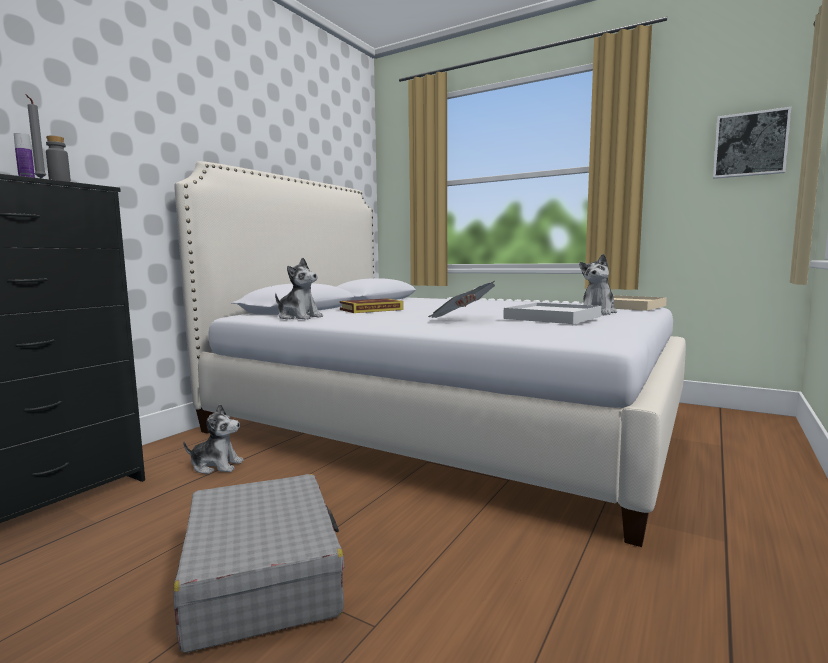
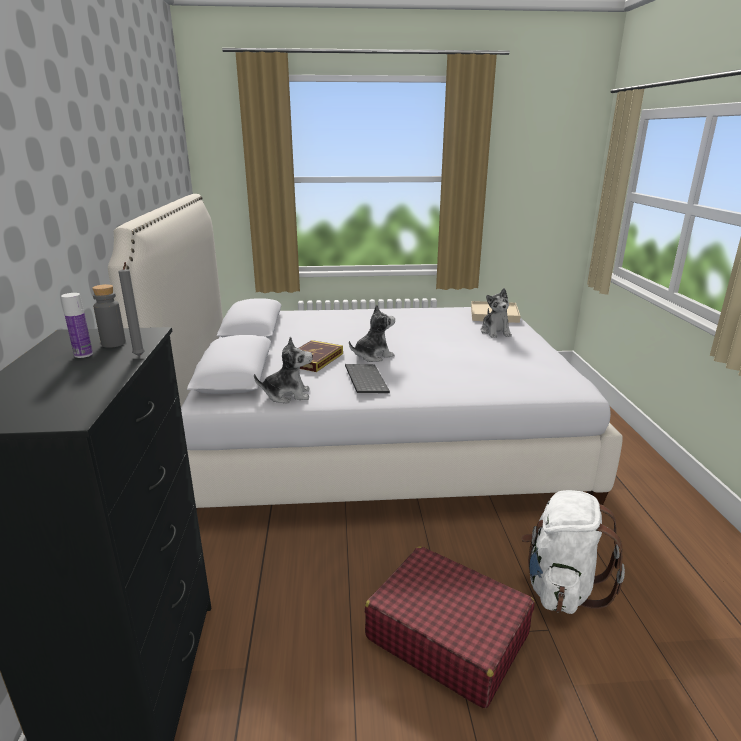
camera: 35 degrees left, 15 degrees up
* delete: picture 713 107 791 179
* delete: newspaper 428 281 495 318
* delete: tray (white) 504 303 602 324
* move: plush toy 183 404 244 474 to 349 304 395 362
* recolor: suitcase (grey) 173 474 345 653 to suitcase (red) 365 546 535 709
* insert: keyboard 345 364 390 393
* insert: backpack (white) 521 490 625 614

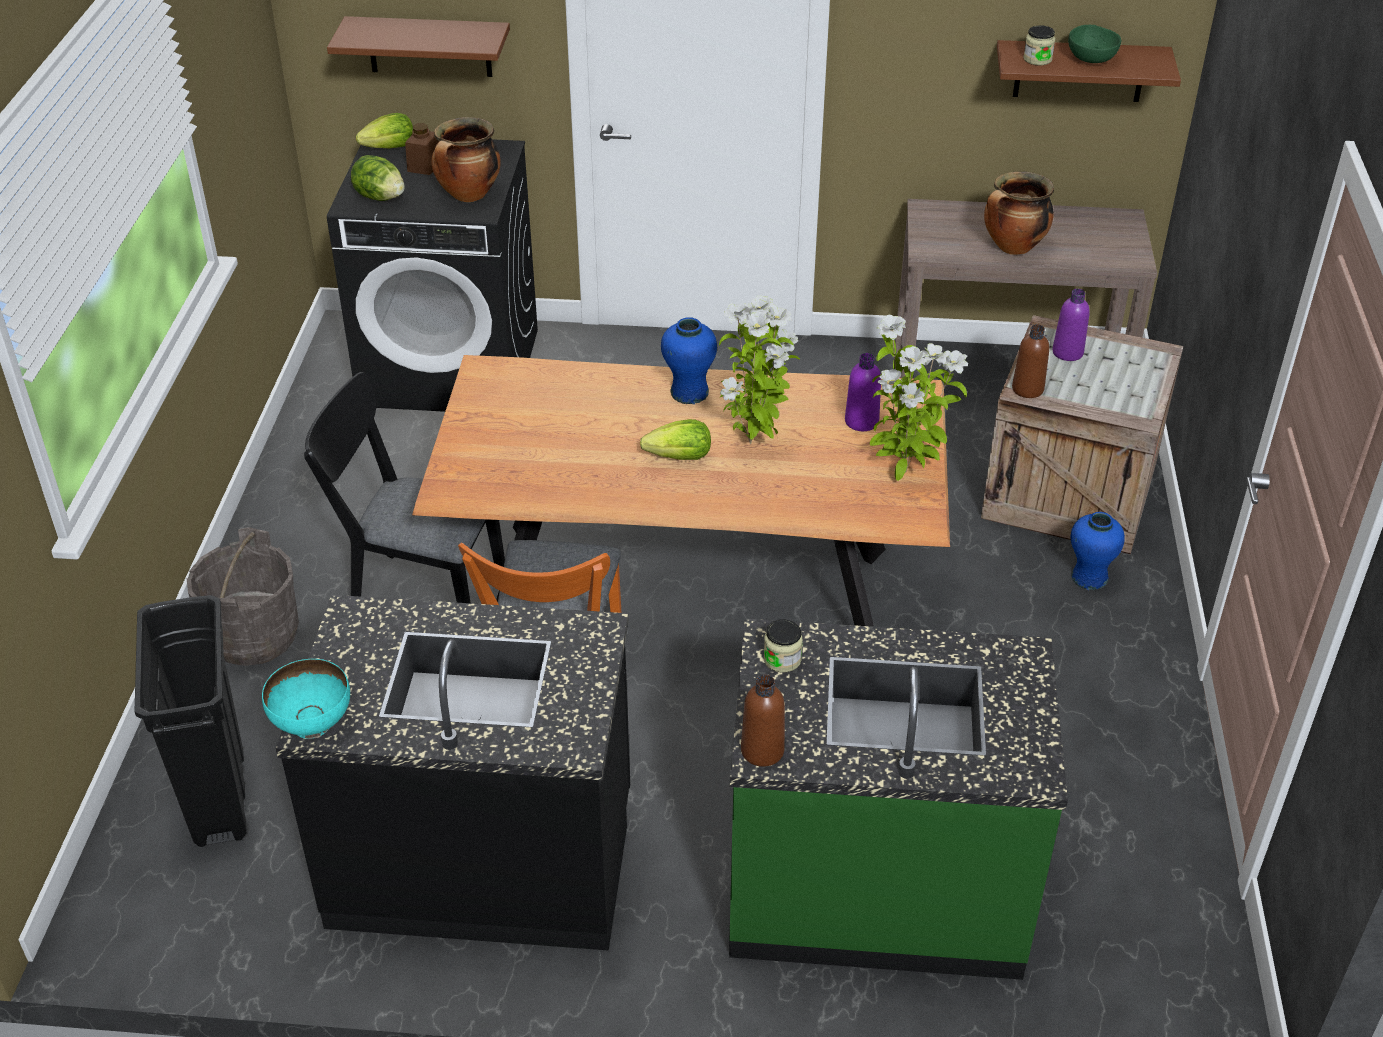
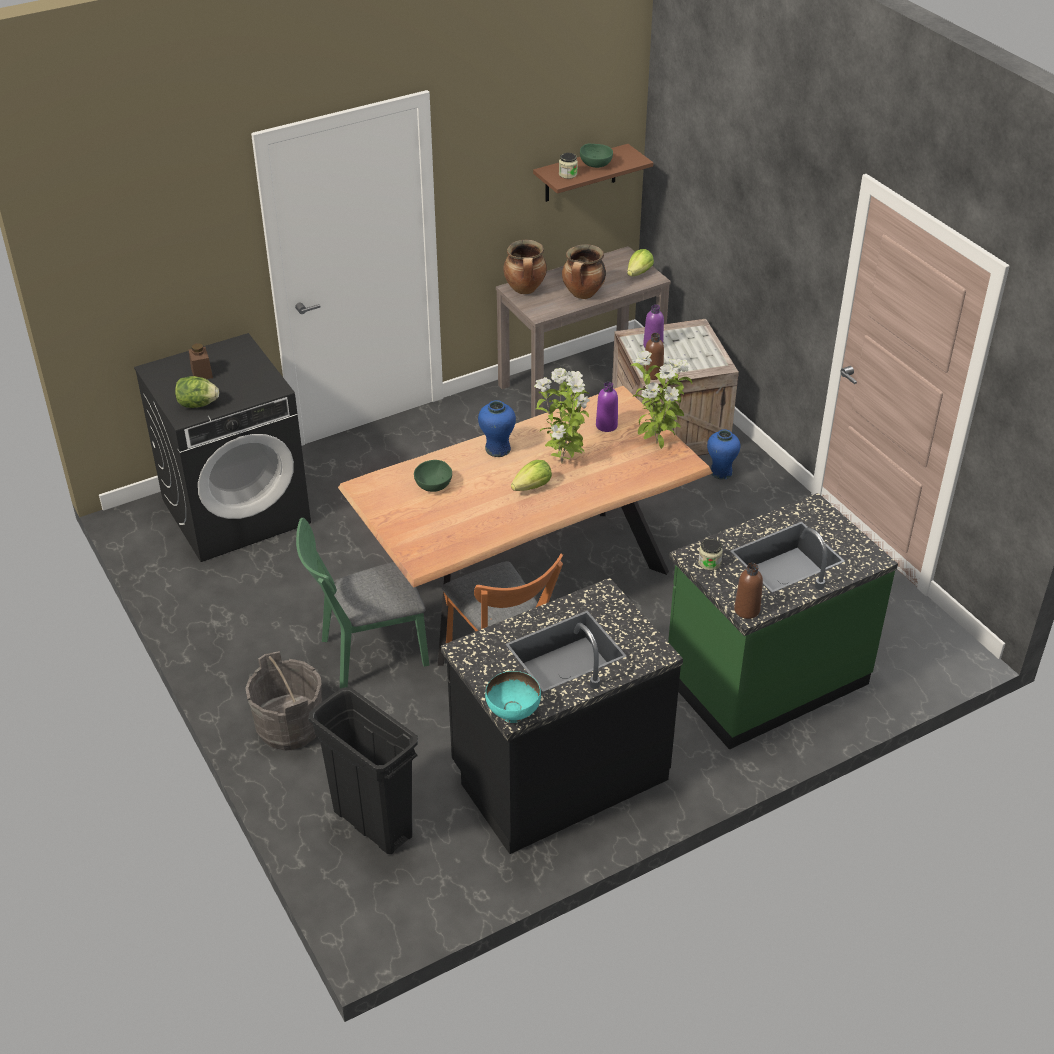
camera: 35 degrees left, 0 degrees up
* delete: shelf (brown) 327 16 510 77
* move: lettuce 356 113 413 148 to 627 249 654 276
* move: cooking pot 431 117 501 202 to 503 240 547 294
* recolor: chair (black) 304 372 505 603 to chair (green) 296 518 429 688
* insert: bowl (green) 414 460 452 492

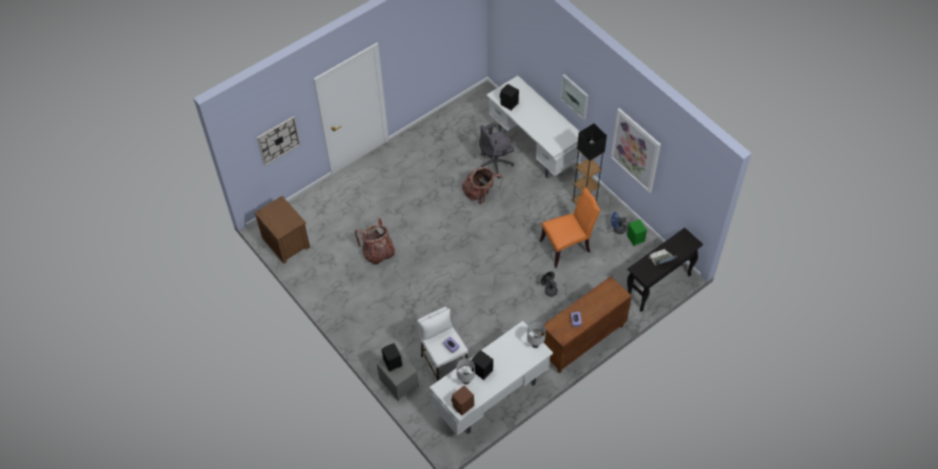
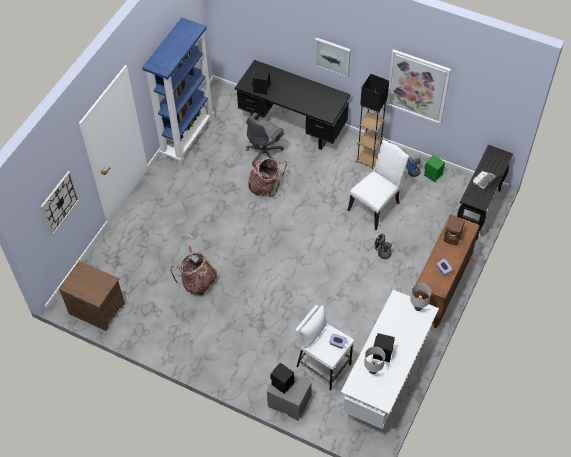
camera: 25 degrees left, 0 degrees up
* recolor: desk (white) 487 76 581 178 to desk (black) 235 60 350 150
* recolor: chair (orange) 540 188 600 268 to chair (white) 347 140 409 230
* move: speaker (brown) 451 385 474 415 to 443 216 465 246
* insert: bookcase (blue) 142 17 214 165

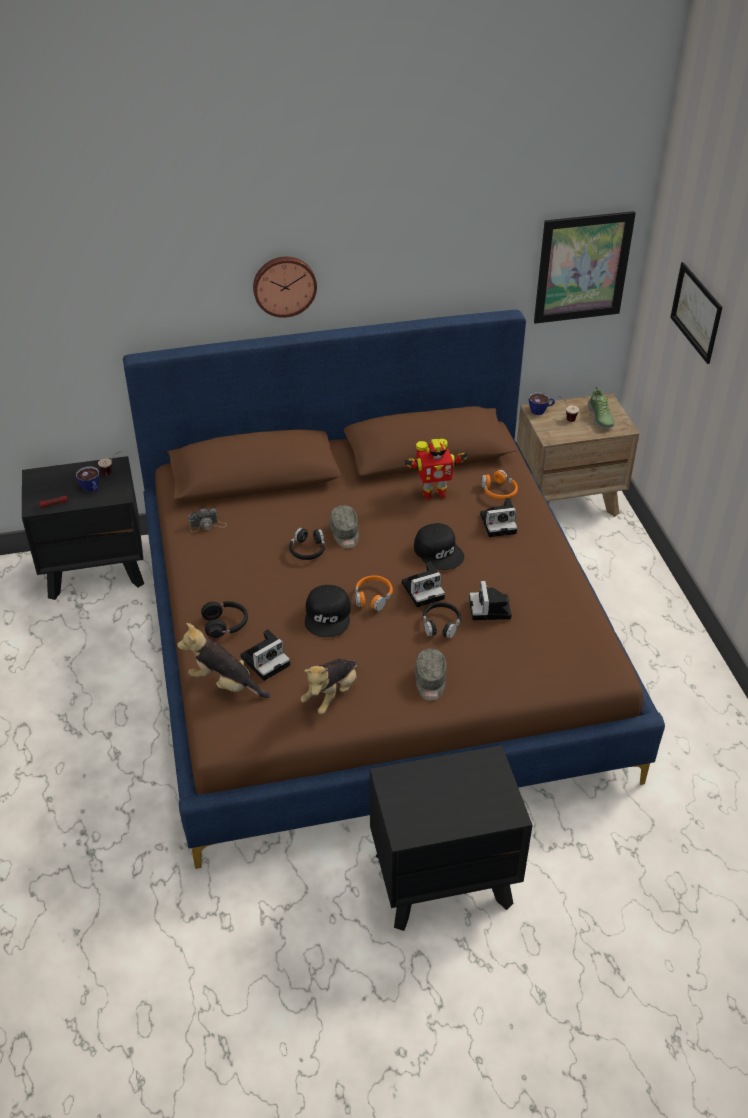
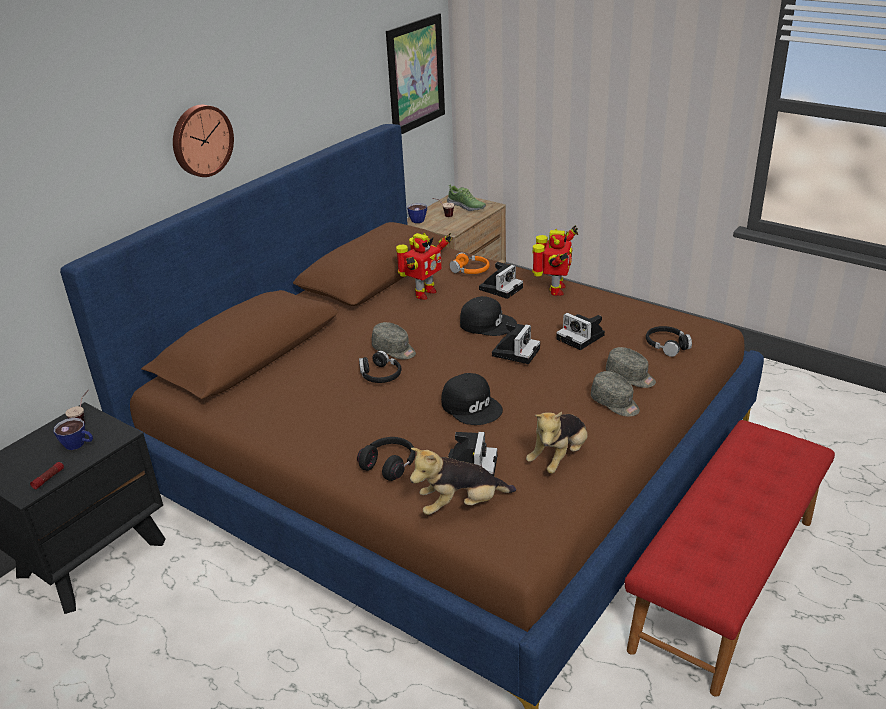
camera: 40 degrees left, 10 degrees down
* delete: picture 670 262 722 364
* delete: photo camera 188 508 227 532
* delete: headphones (orange) 355 575 393 611
* move: headphones (black) 423 602 461 638 to 646 326 692 357
* rotate: plush toy 301 659 358 715 = 526 412 588 474 45 degrees clockwise
* replace: nightstand (black) 370 745 532 931 to bench (red) 625 420 835 697
* insert: toy robot 532 225 579 296
* insert: cap (grey) 606 347 656 388

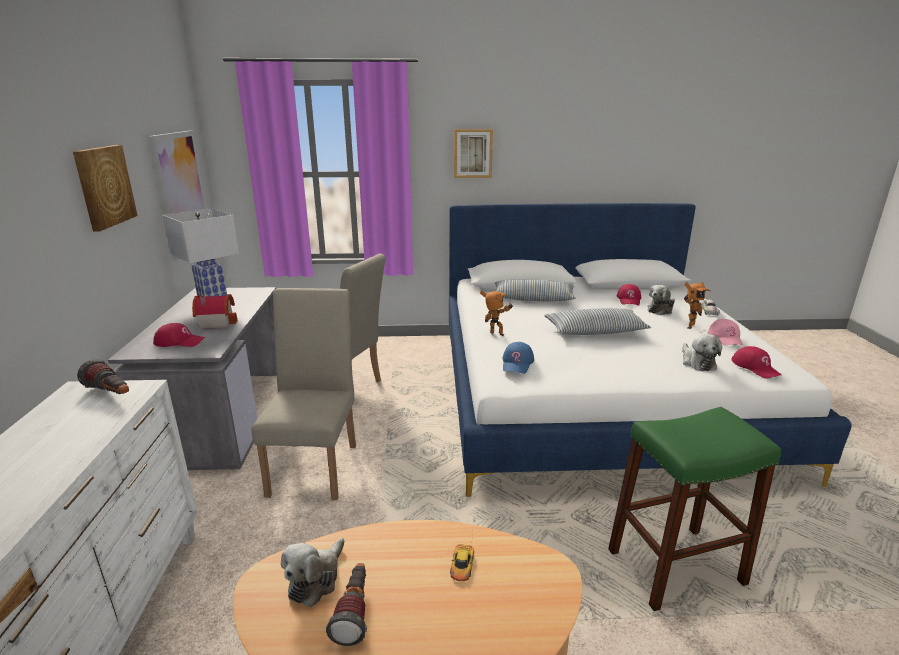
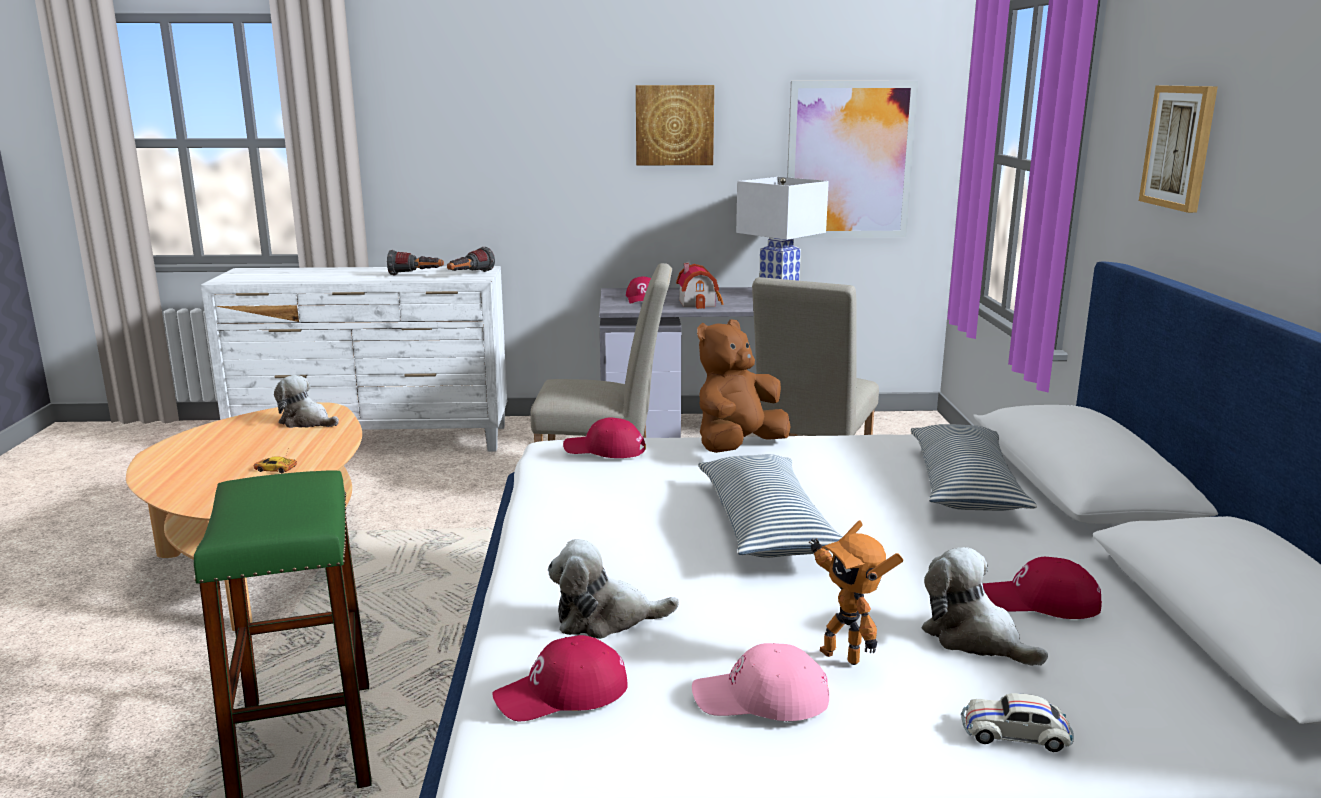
camera: 90 degrees right, 5 degrees down
* replace: toy robot 480 291 513 336 to plush toy (brown) 697 319 790 453
* recolor: cap (blue) 503 342 534 374 to cap (red) 563 417 646 458
* move: flashlight 326 563 367 646 to 387 250 444 276

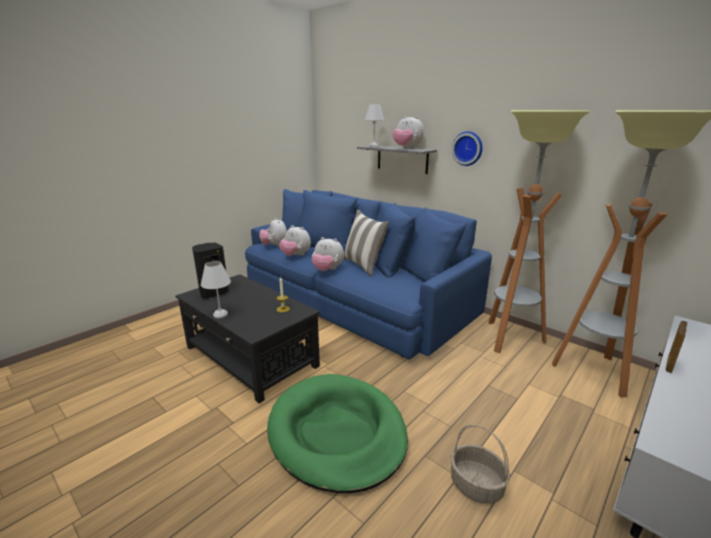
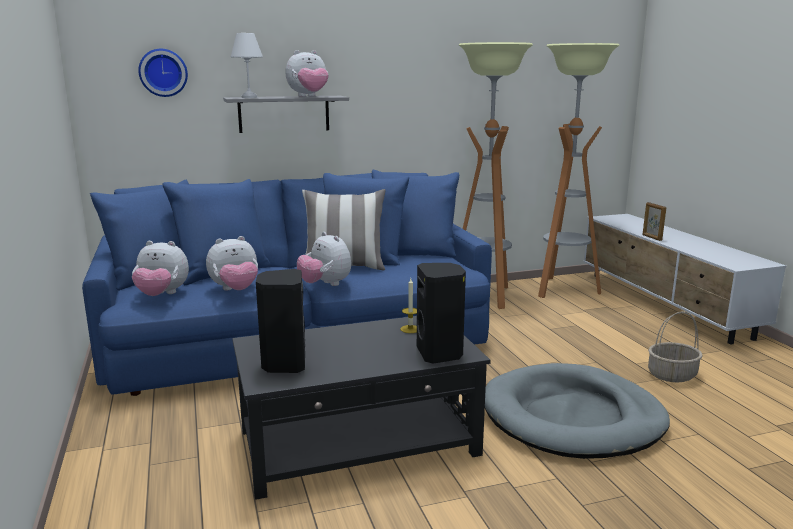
camera: 60 degrees left, 5 degrees down
* move: wall clock 452 131 483 166 to 138 49 188 97
* rotate: plush toy 312 237 344 271 = 297 232 351 286 90 degrees clockwise
* delete: table lamp (white) 201 261 231 318
* recolor: dog bed (green) 267 374 408 493 to dog bed (grey) 485 363 670 459
* insert: speaker (black) 417 263 466 364

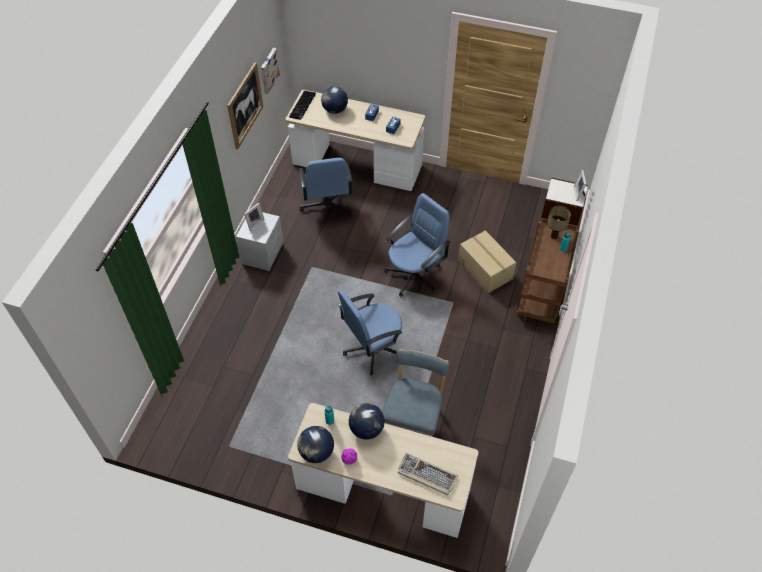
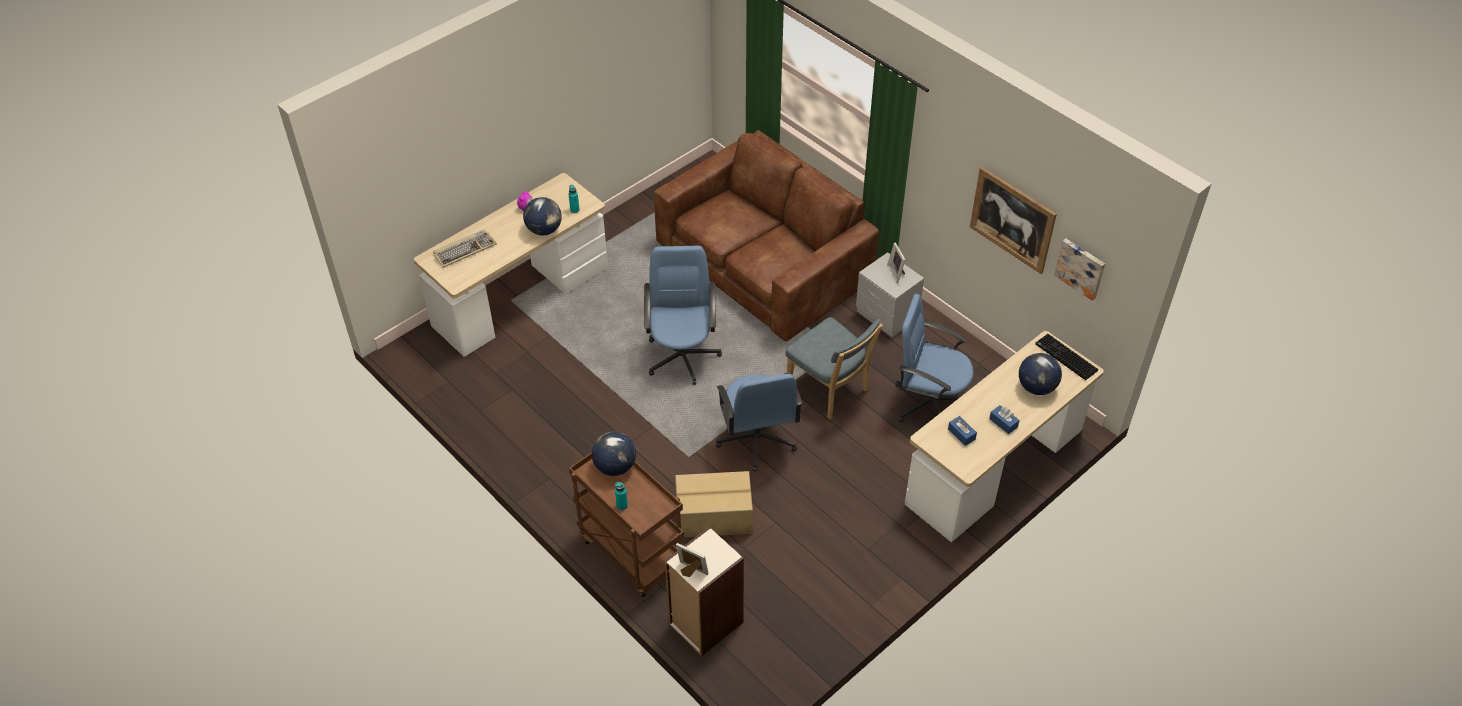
camera: 120 degrees right, 5 degrees down
* delete: table lamp 547 206 571 239
* move: chair (blue) 382 349 449 437 to 785 317 883 419
* move: globe 297 426 334 463 to 592 432 636 476
* insert: sofa (brown) 654 130 879 342

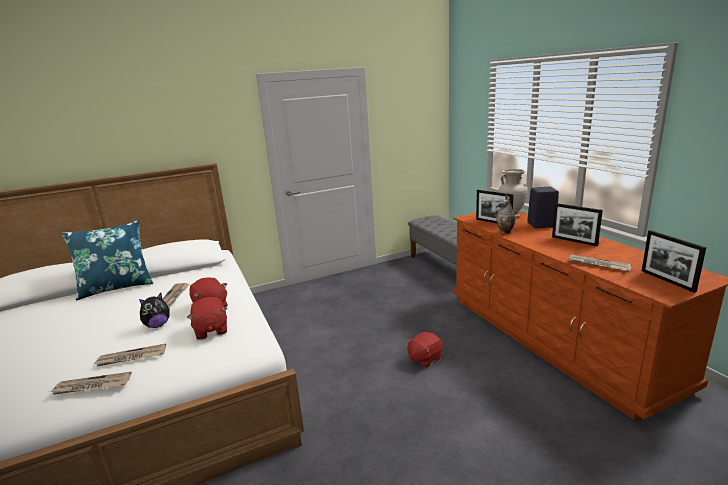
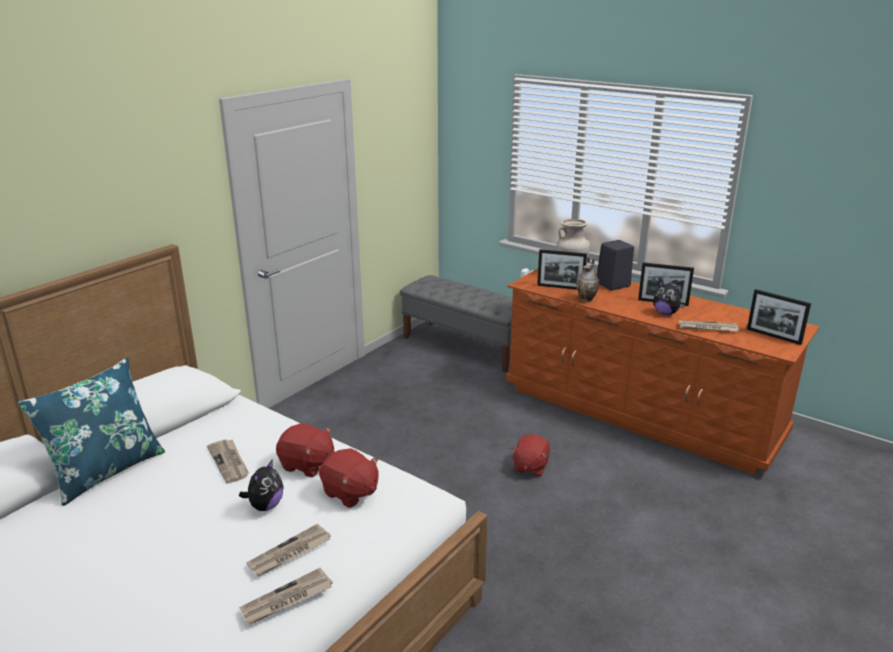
camera: 30 degrees left, 5 degrees up
* insert: plush toy 653 280 685 315

